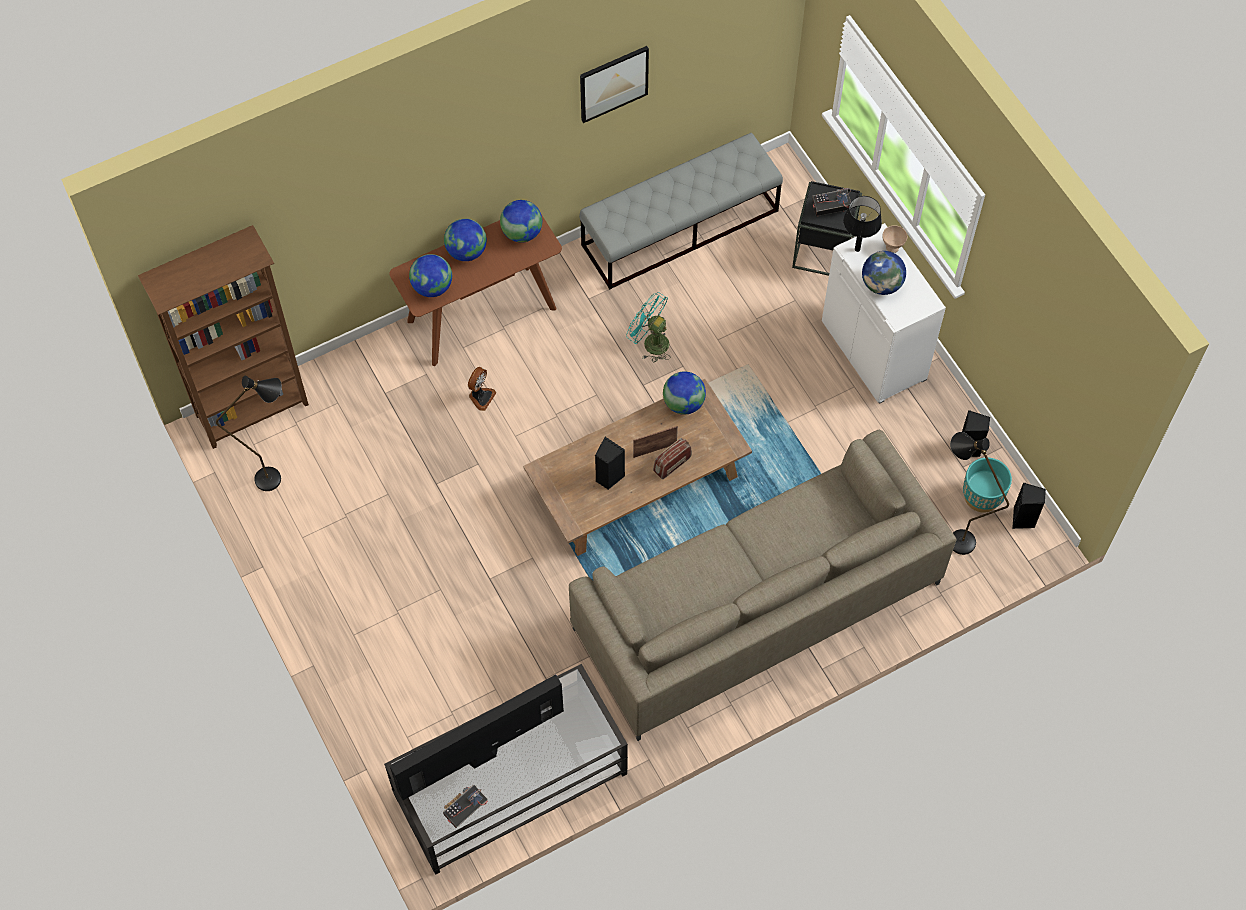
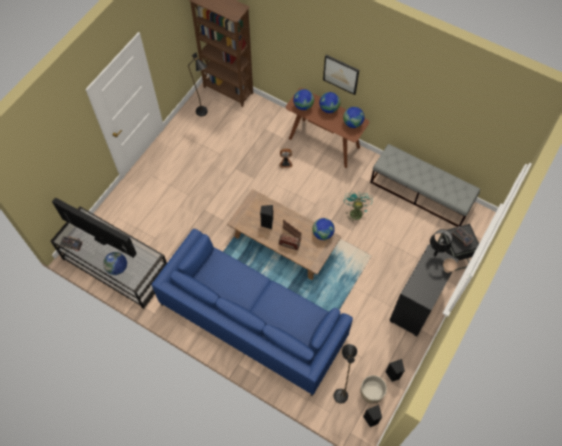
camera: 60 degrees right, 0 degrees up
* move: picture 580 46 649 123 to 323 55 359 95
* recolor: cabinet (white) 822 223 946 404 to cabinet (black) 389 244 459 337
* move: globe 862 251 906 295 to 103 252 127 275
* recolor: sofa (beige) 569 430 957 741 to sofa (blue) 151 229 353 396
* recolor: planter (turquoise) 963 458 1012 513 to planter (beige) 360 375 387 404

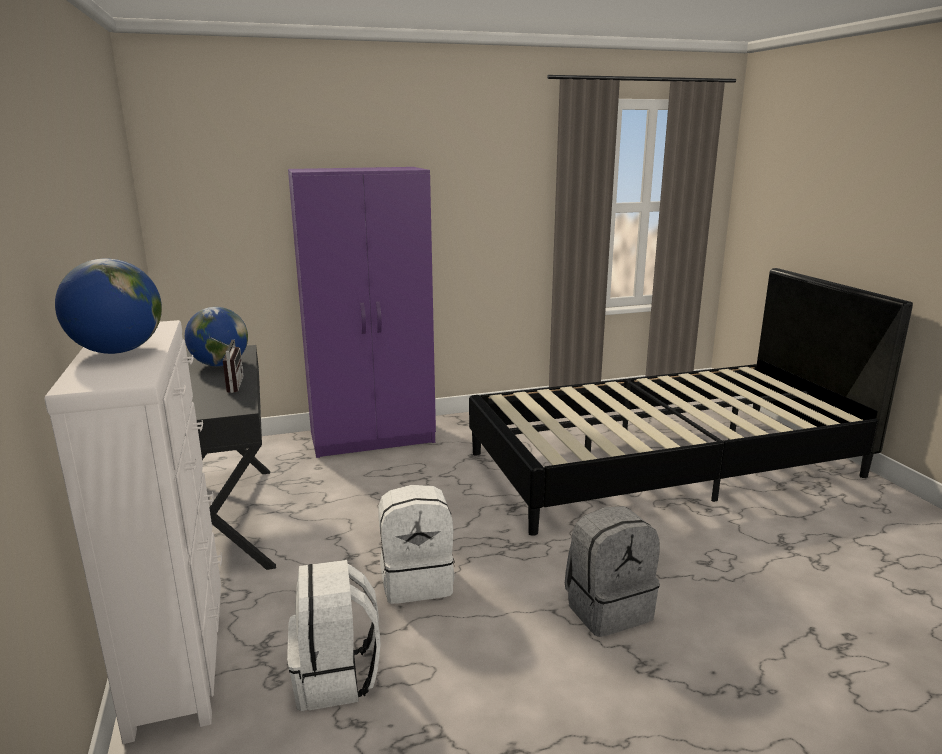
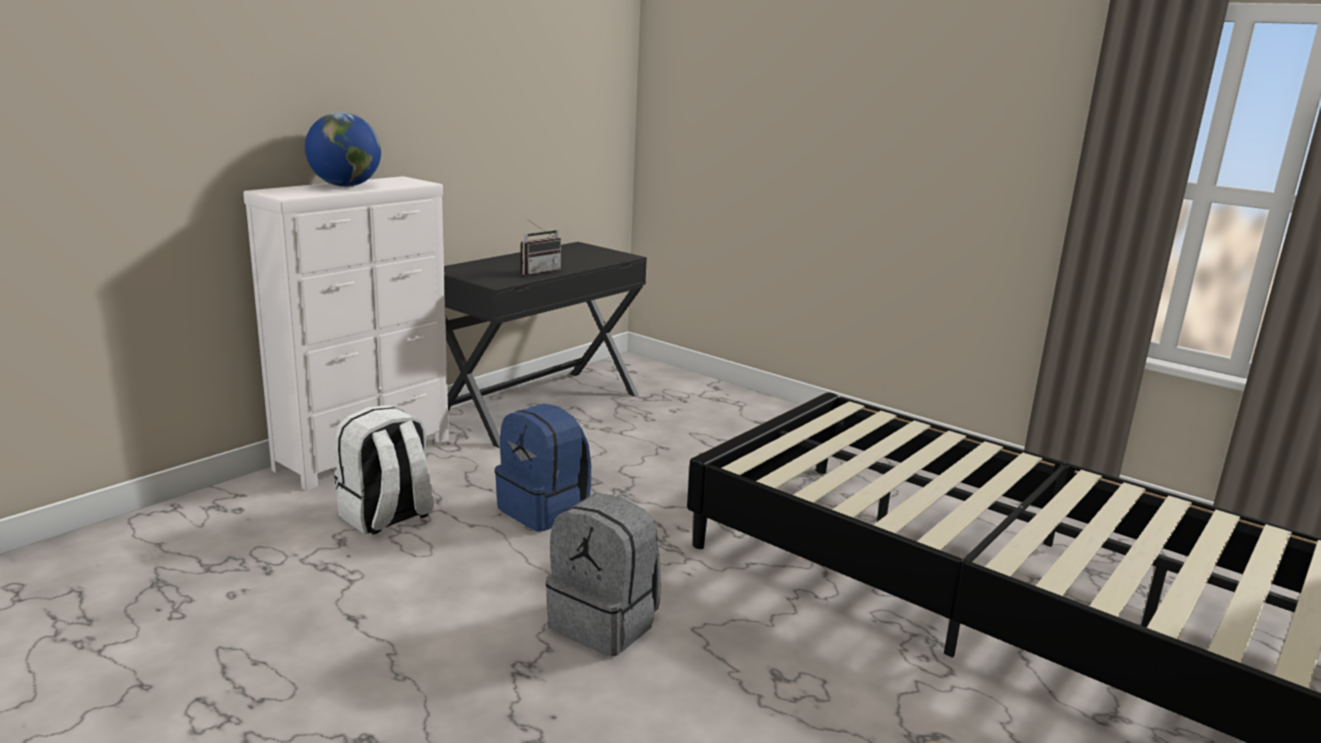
camera: 55 degrees right, 0 degrees up
* delete: wardrobe (purple) 288 167 436 458
* delete: globe 185 307 248 366
* recolor: backpack (white) 378 485 455 604 to backpack (blue) 495 404 591 532

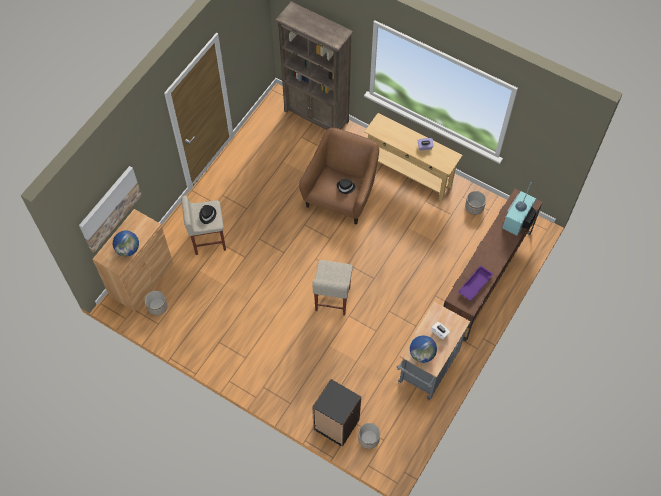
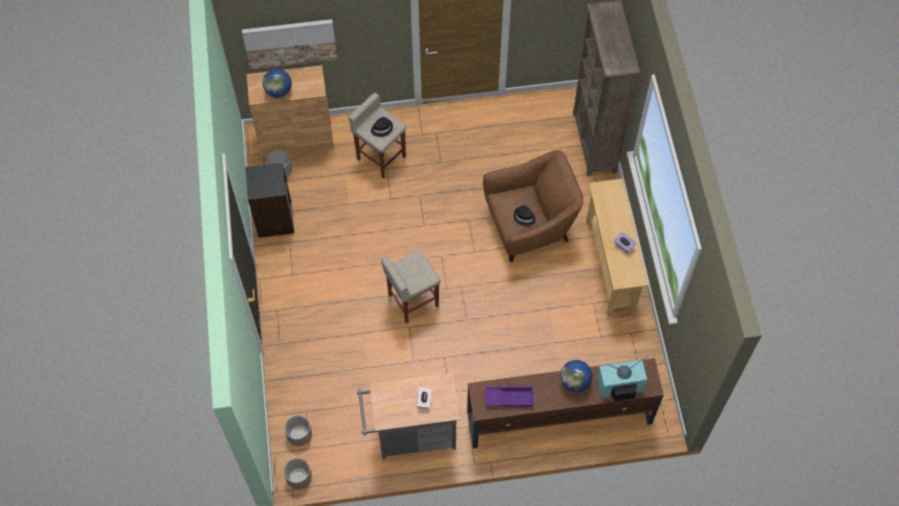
camera: 50 degrees right, 0 degrees up
* move: planter 465 191 486 215 to 284 458 312 489
* move: globe 410 335 437 363 to 560 360 592 392
* move: bookcase (black) 312 379 361 447 to 245 162 294 238

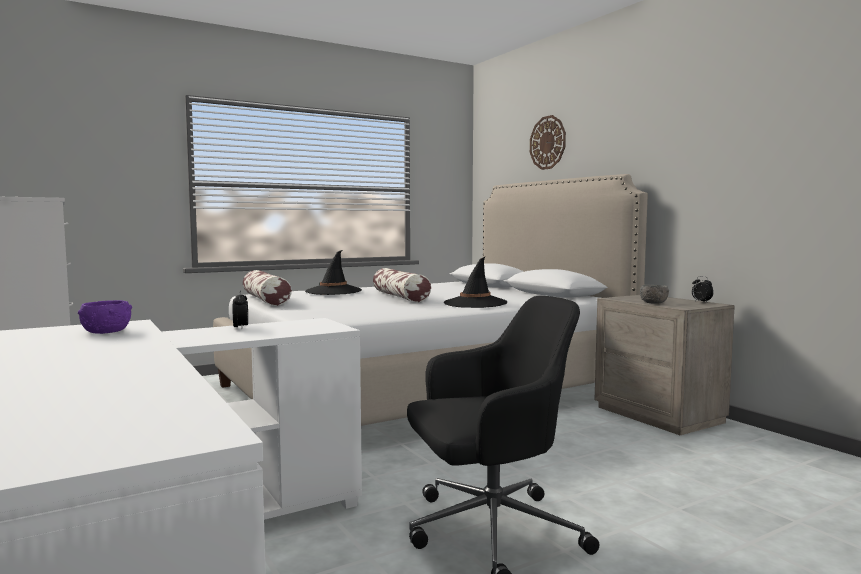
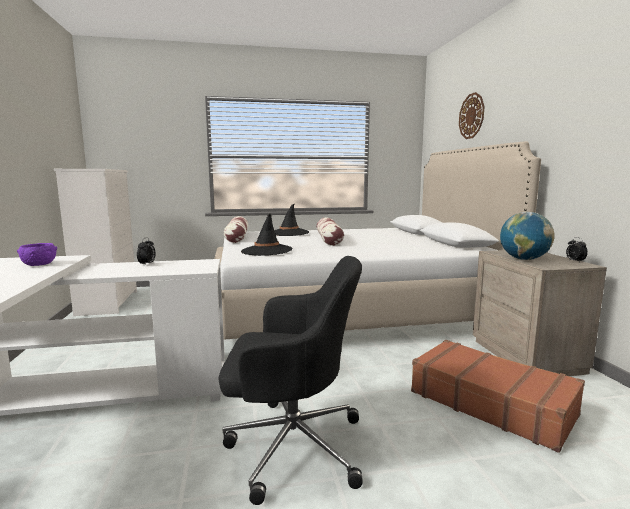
camera: 20 degrees right, 5 degrees up
* move: hat (black) 444 256 507 308 to 241 214 292 256
* replace: bowl (grey) 640 285 669 304 to globe 500 212 554 260
* insert: suitcase (brown) 411 340 585 453

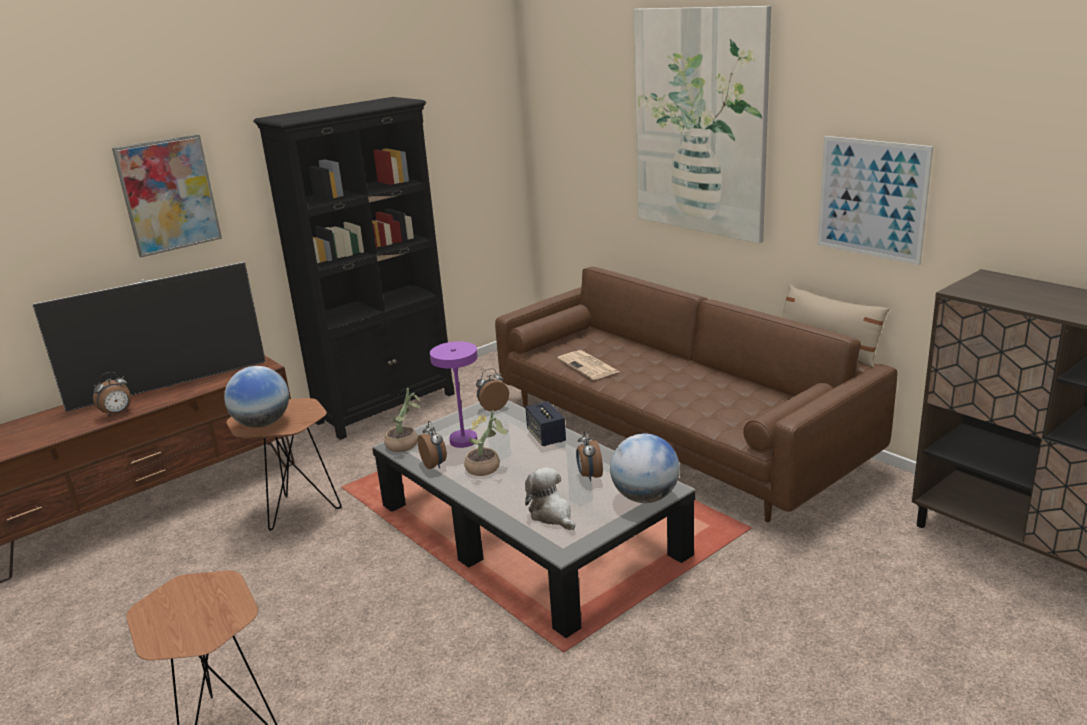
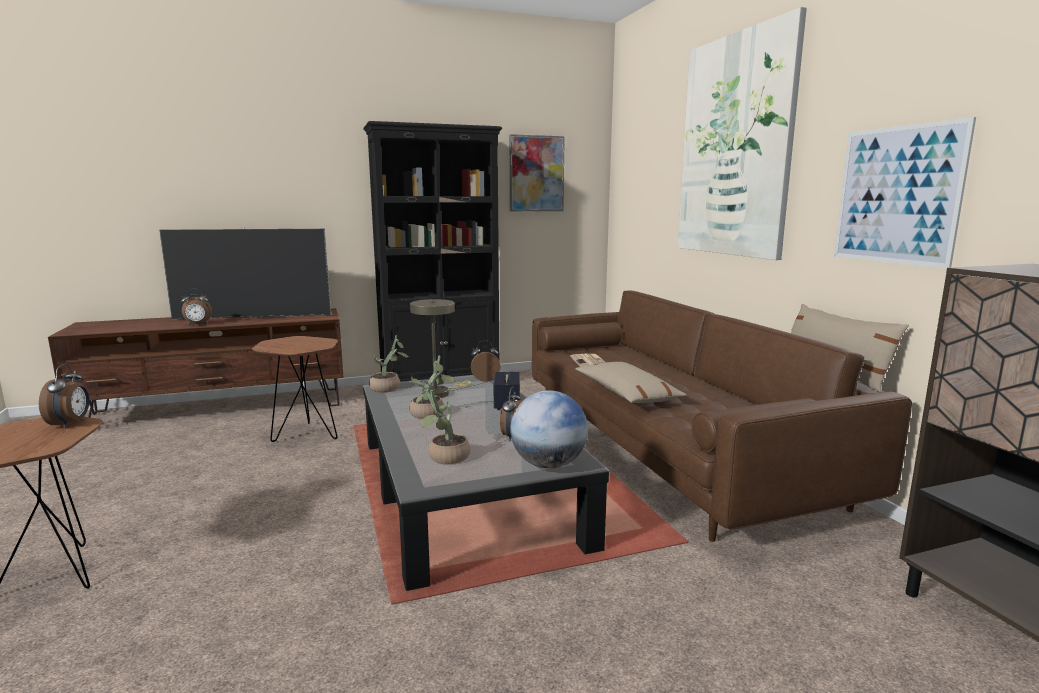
camera: 20 degrees right, 10 degrees down
* move: picture 112 134 222 257 to 510 134 565 211
* recolor: table lamp (purple) 430 341 486 448 to table lamp (beige) 410 299 471 398
* delete: globe 224 366 289 428
* move: alarm clock 418 421 447 469 to 39 363 89 428
* replace: plush toy 525 467 575 530 to potted plant 416 390 470 464
* insert: pillow (beige) 575 361 686 403

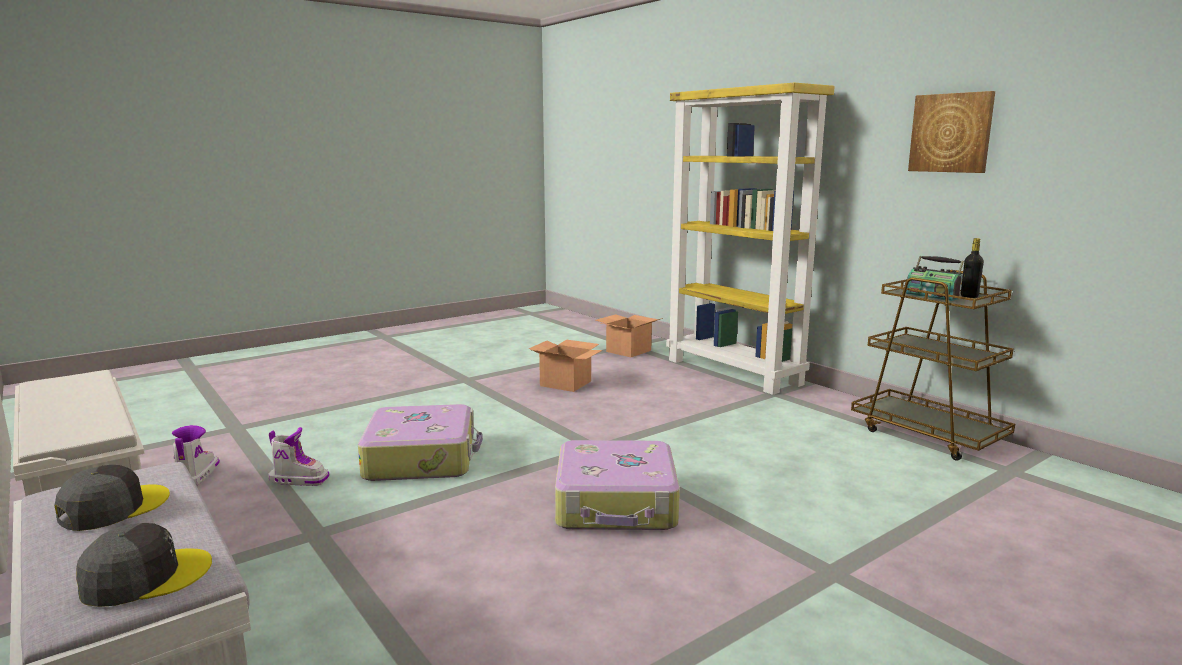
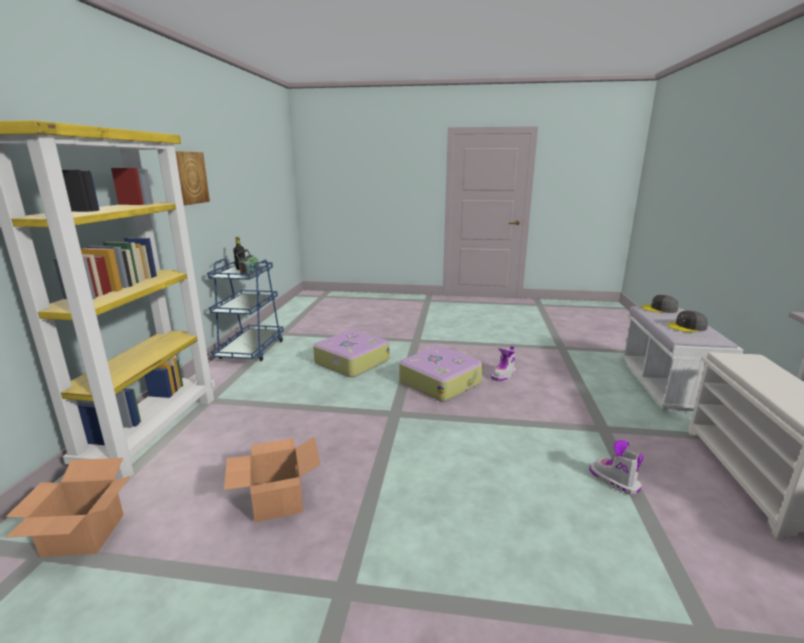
camera: 135 degrees left, 5 degrees up
* recolor: cart (brown) 851 270 1015 461 to cart (blue) 207 258 284 361
* move: suitcase 358 404 483 481 to 313 330 389 377
* move: boot 172 425 220 485 to 490 346 516 382

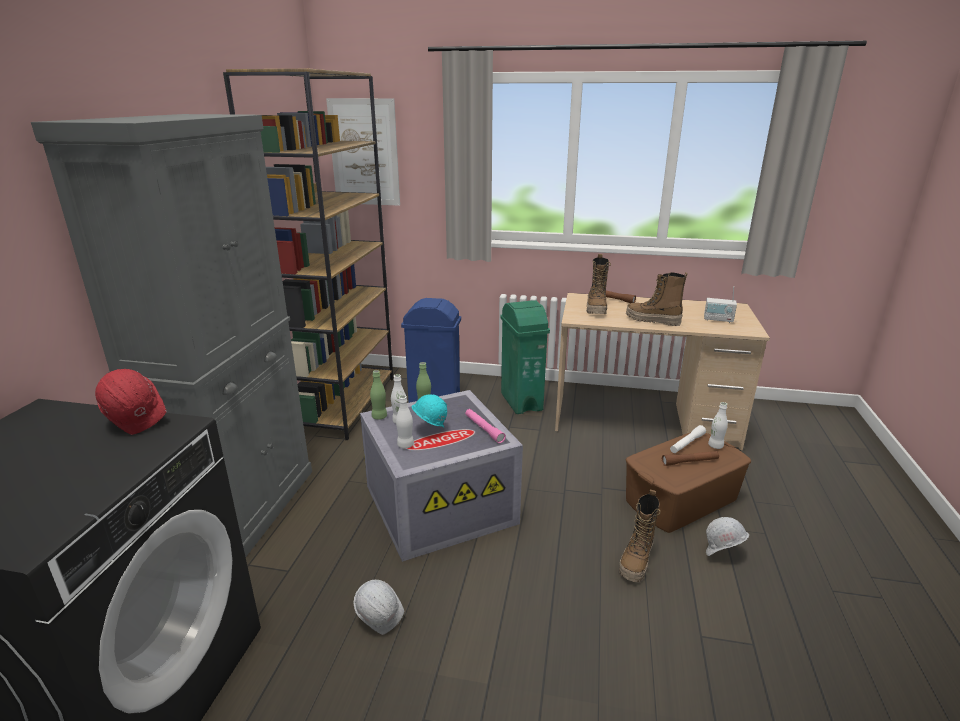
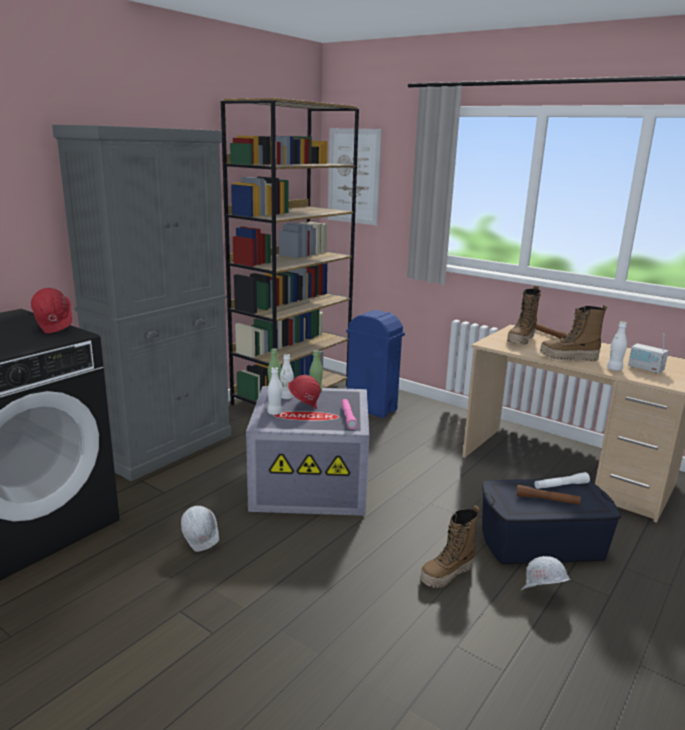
camera: 25 degrees right, 5 degrees down
* rotate: boot 626 272 688 326 = 540 305 607 361 45 degrees counterclockwise
* delete: trash can (green) 500 300 550 414
* recolor: hard hat (turquoise) 412 394 447 427 to hard hat (red) 288 375 321 410
* move: bottle (white) 708 402 728 449 to 607 321 627 371
* recolor: storage box (brown) 625 432 751 533 to storage box (blue) 482 479 621 564

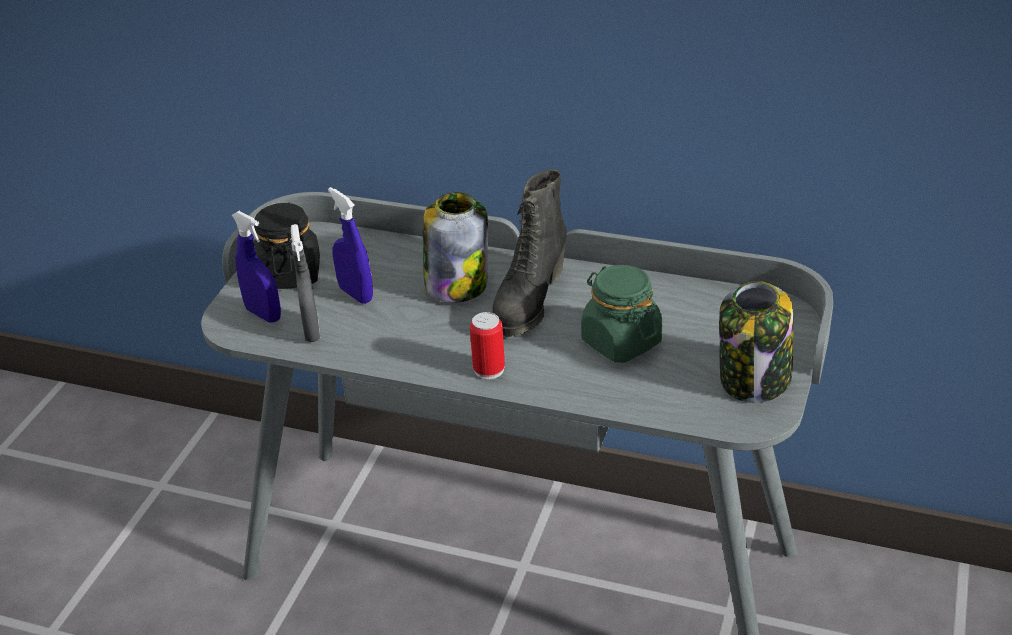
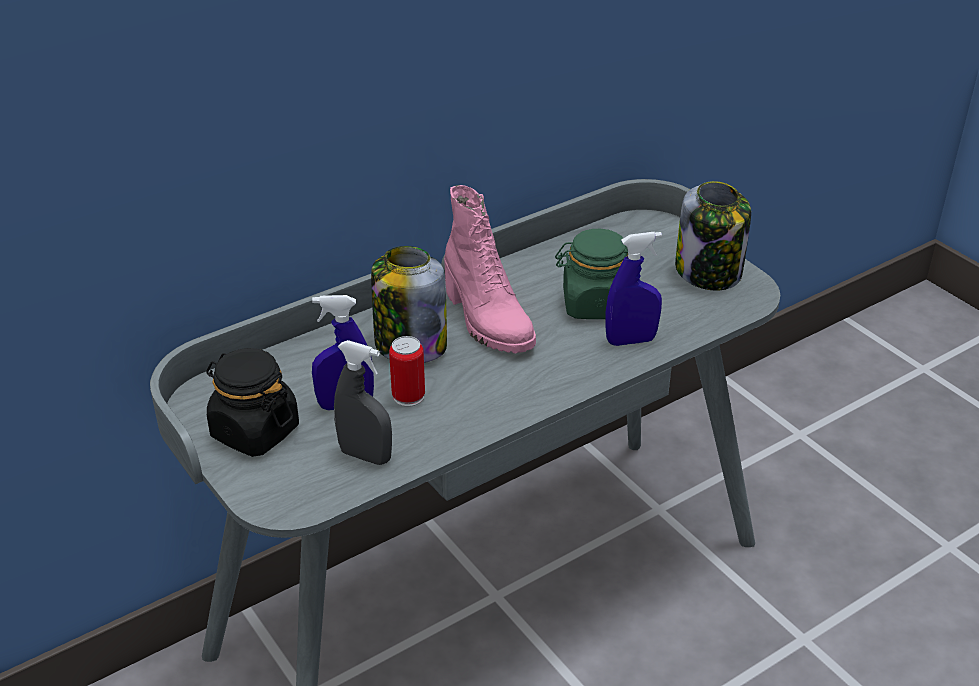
camera: 55 degrees left, 0 degrees up
* recolor: boot (black) 492 169 567 337 to boot (pink) 444 185 536 353
* move: spray bottle (blue) 232 211 281 322 to 606 232 662 346
* move: can 470 312 505 379 to 389 336 425 407

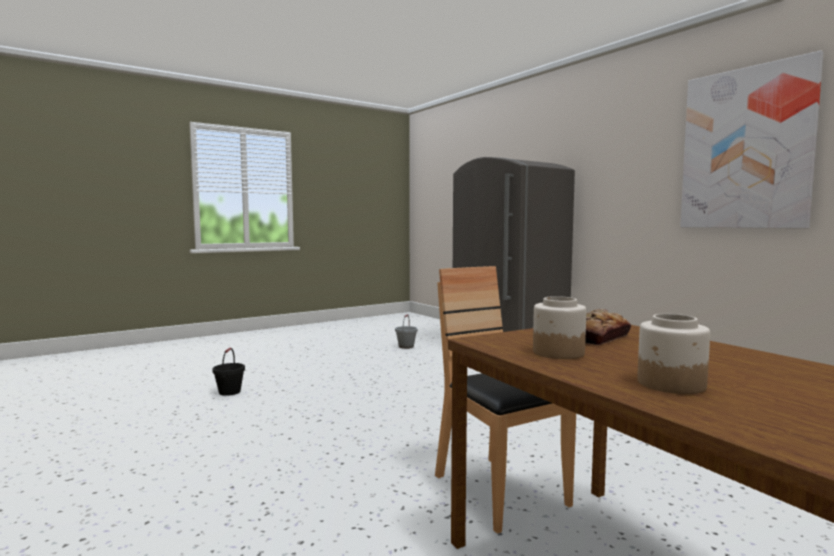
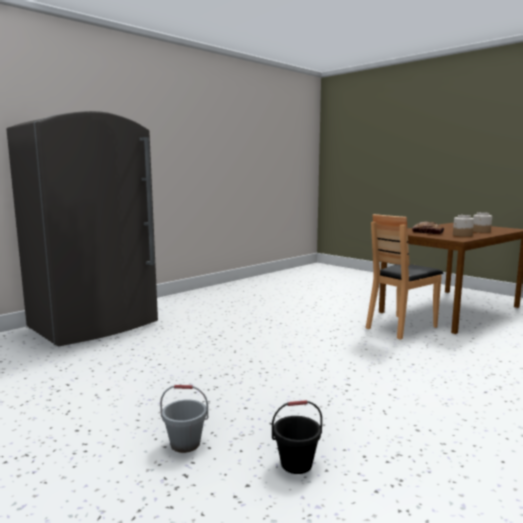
camera: 100 degrees left, 5 degrees up
* delete: picture 680 51 823 229
* move: bucket (grey) 395 314 417 349 to 160 385 208 453

